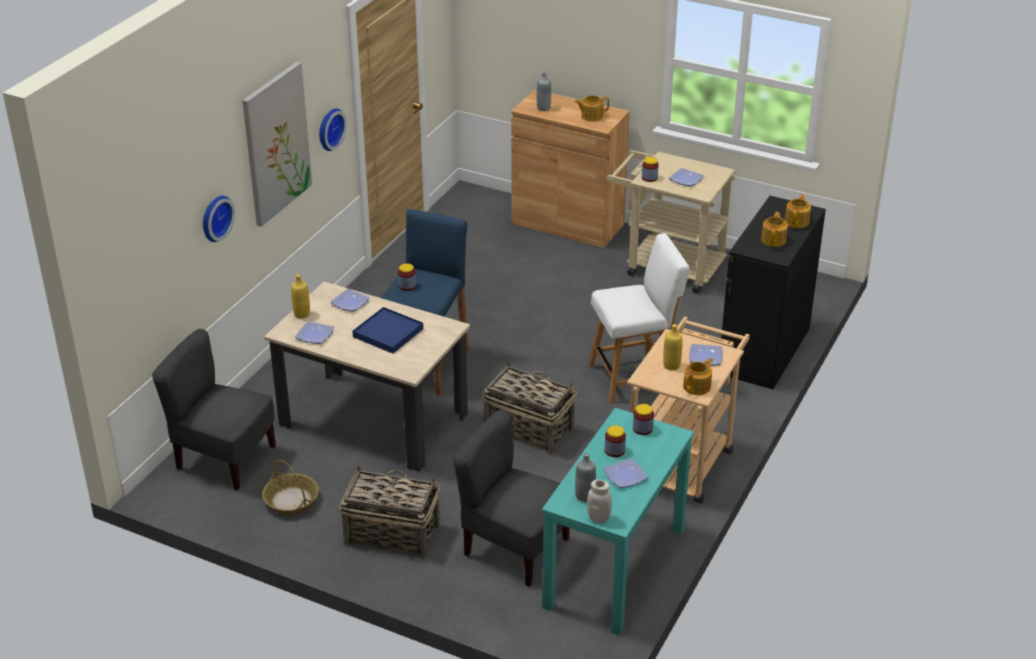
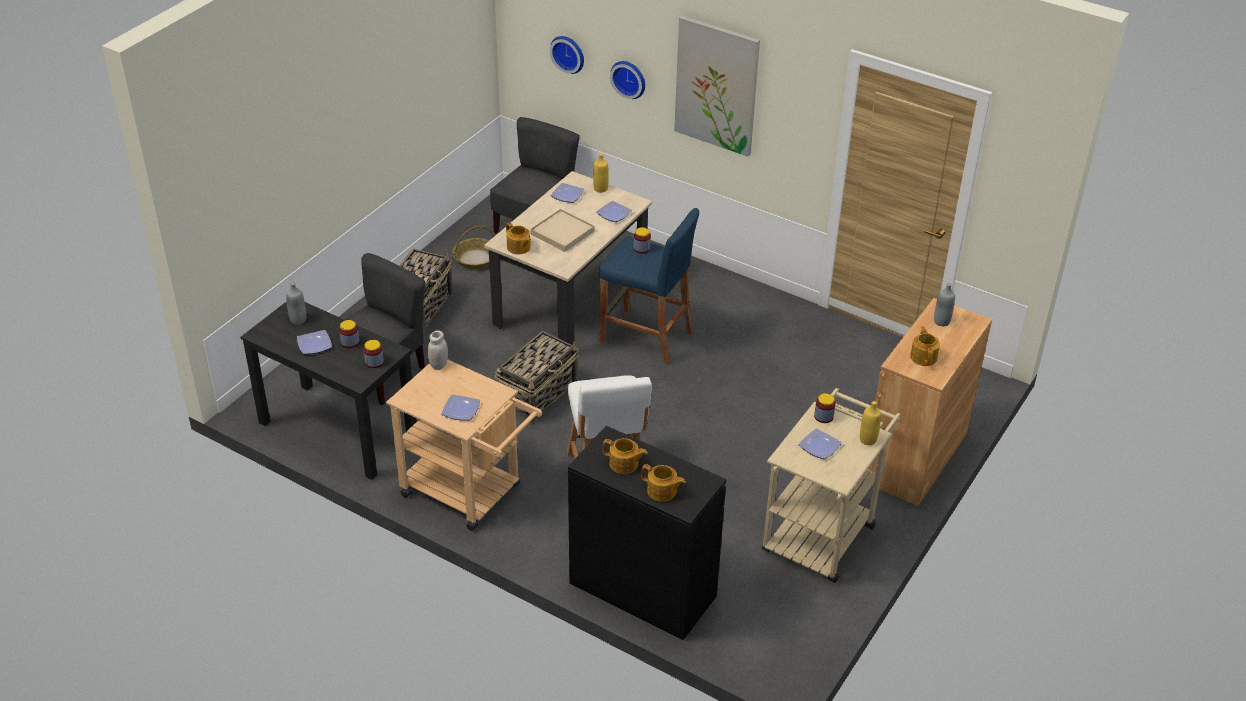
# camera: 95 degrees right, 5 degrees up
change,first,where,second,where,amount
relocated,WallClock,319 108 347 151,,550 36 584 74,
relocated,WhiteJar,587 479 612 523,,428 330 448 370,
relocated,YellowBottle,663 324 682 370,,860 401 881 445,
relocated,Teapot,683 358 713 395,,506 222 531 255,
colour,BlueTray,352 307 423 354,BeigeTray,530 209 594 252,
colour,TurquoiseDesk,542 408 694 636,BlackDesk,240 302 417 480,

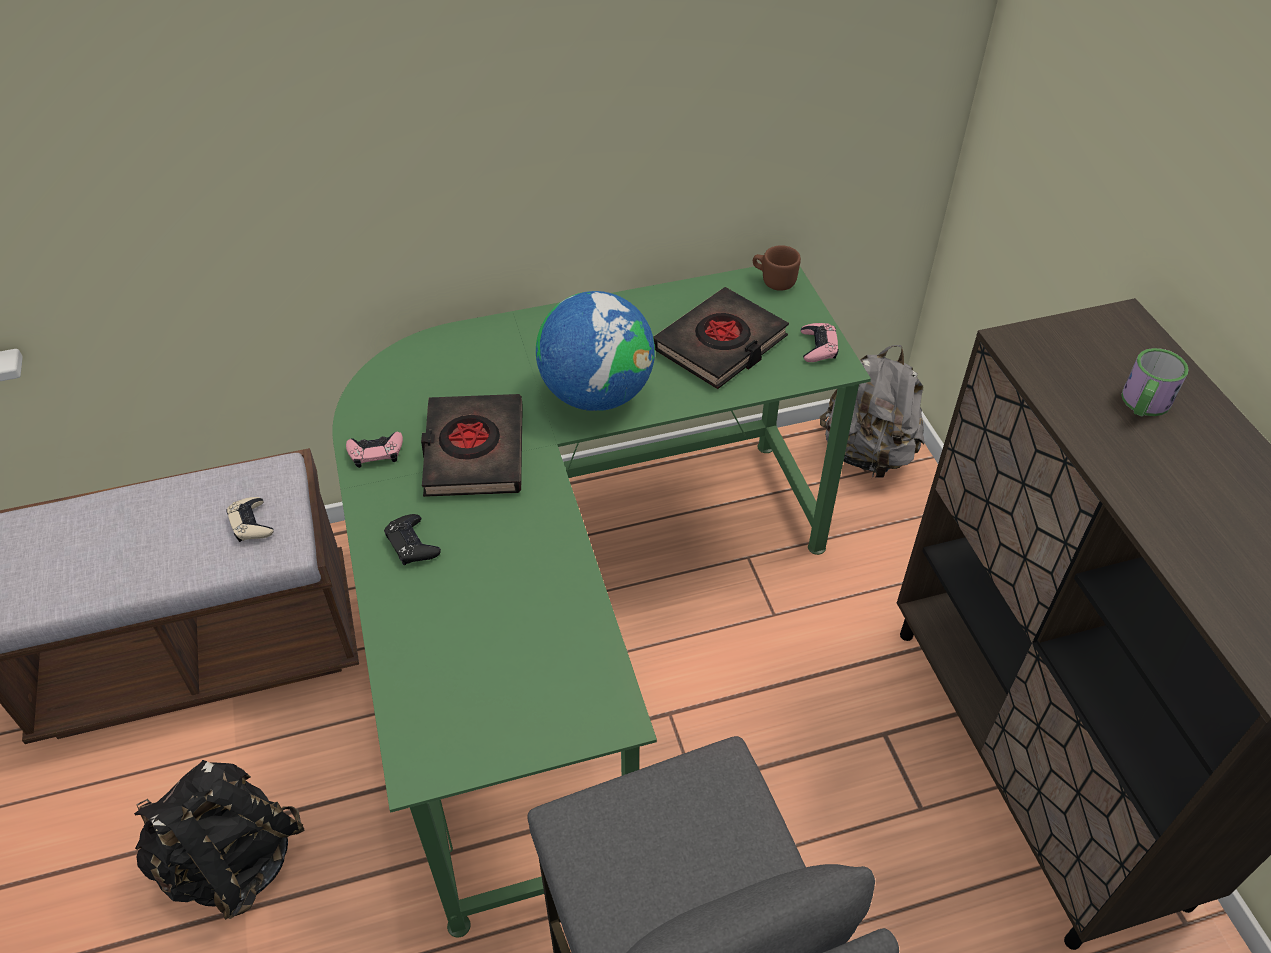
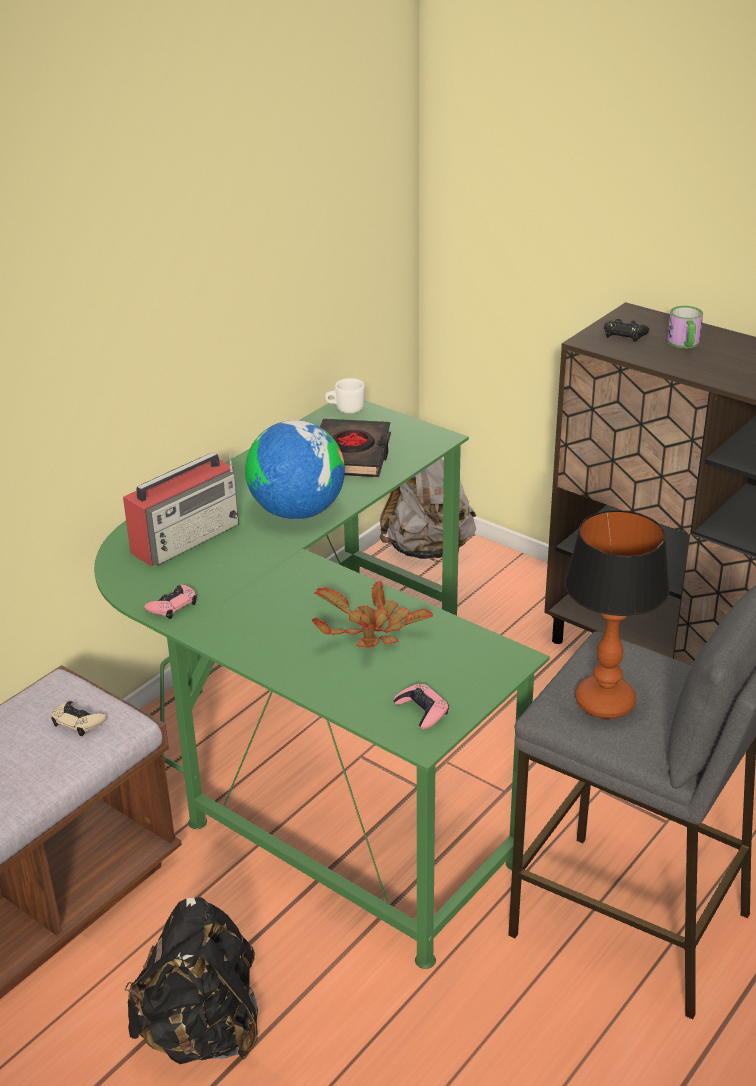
# camera: 35 degrees left, 15 degrees down
change,first,where,second,where,amount
missing,BlackBook,421 394 523 497,,,
appeared,,,Radio,123 452 239 566,
appeared,,,PottedPlant,312 581 433 648,
appeared,,,TableLamp,564 510 670 719,
relocated,BlackGameController,384 514 441 565,,604 318 649 342,
relocated,PinkGameController,801 323 839 362,,394 684 449 729,
colour,BrownMug,753 245 801 291,WhiteMug,325 378 365 414,

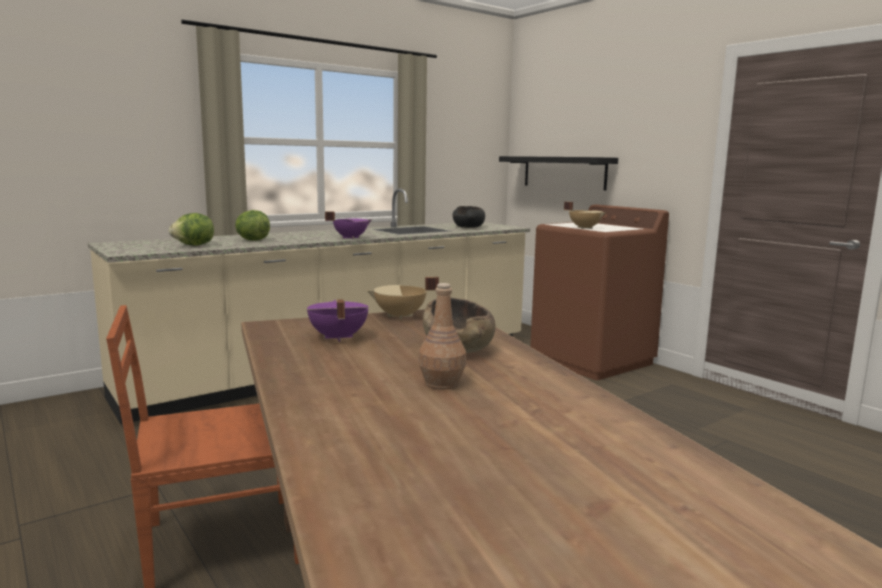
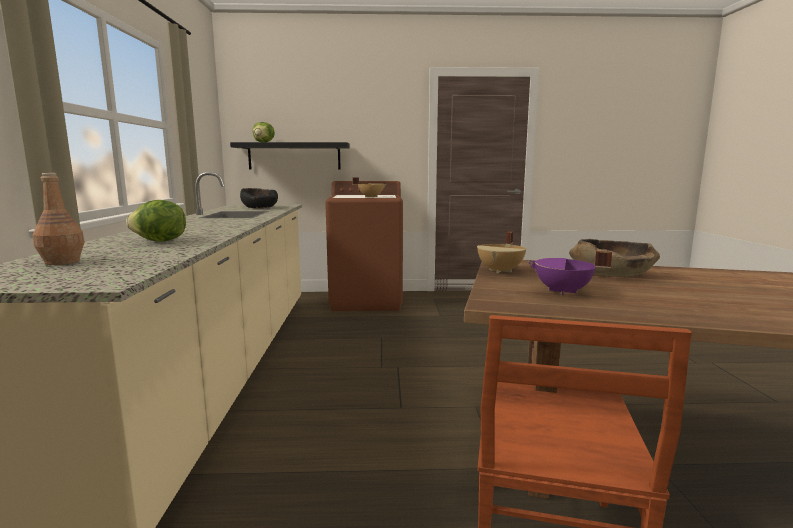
# camera: 55 degrees left, 0 degrees up
change,first,where,second,where,amount
missing,PurpleCookingPot,325 211 372 239,,,
relocated,Lettuce,169 213 214 246,,253 122 275 142,
relocated,BrownBottle,418 283 466 390,,33 173 85 265,

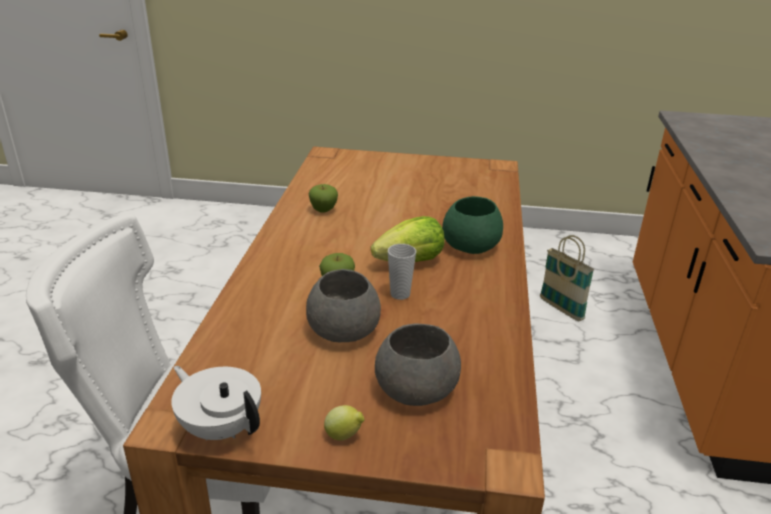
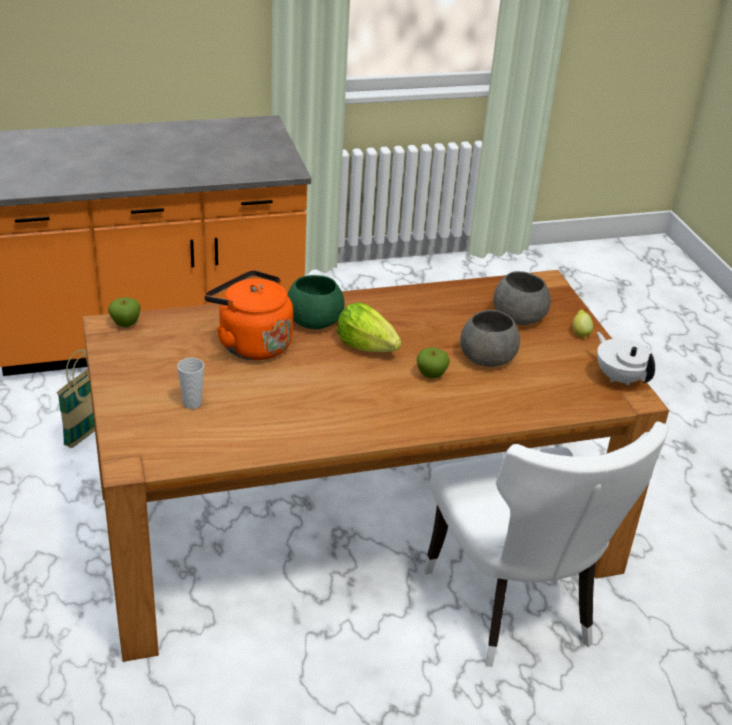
# camera: 115 degrees left, 5 degrees up
change,first,where,second,where,amount
appeared,,,OrangeKettle,204 270 293 360,
relocated,Apple,309 184 338 213,,108 297 141 327,
relocated,Cup,388 244 416 300,,177 358 204 409,
spun,WhiteTeapot,171 366 261 440,,597 332 655 386,135 degrees clockwise

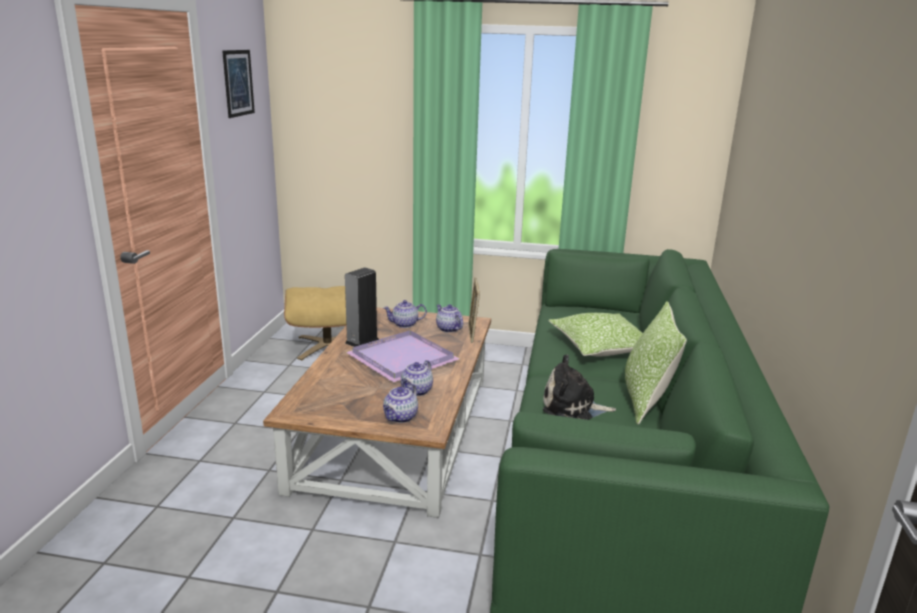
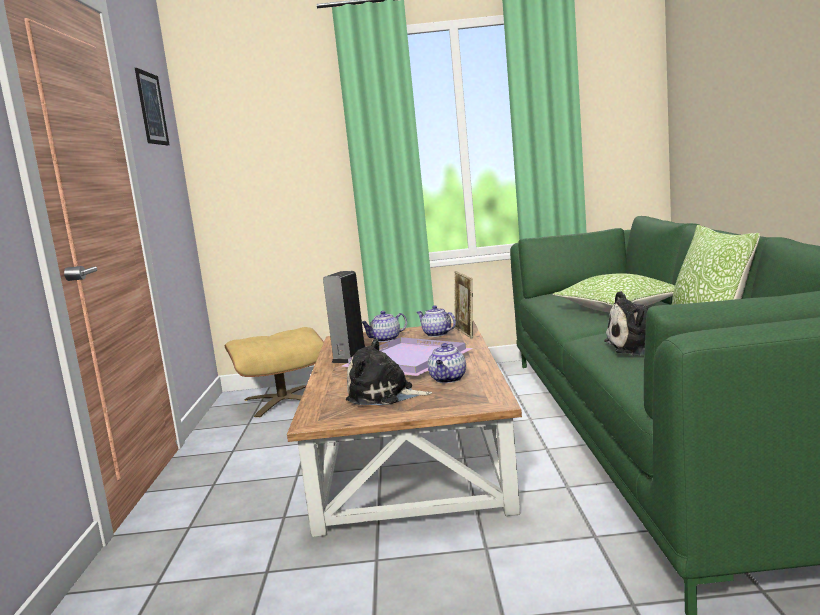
# camera: 10 degrees left, 10 degrees down
change,first,where,second,where,amount
missing,Teapot,383 384 418 423,,,
appeared,,,PlushToy,346 338 432 405,

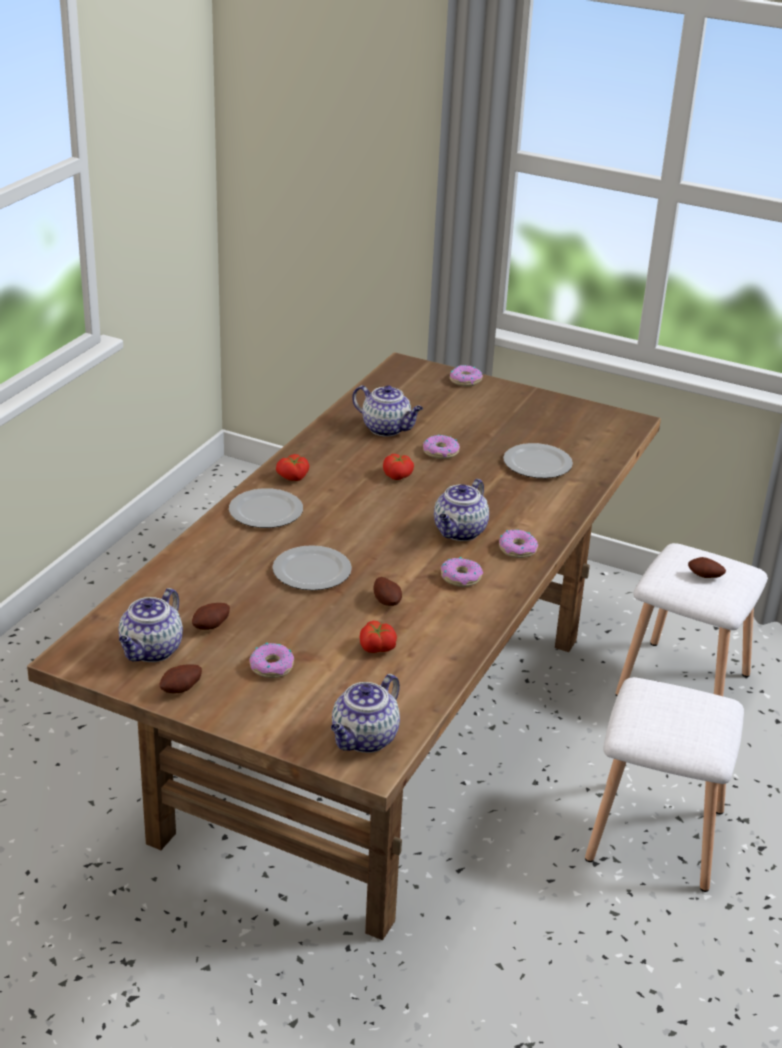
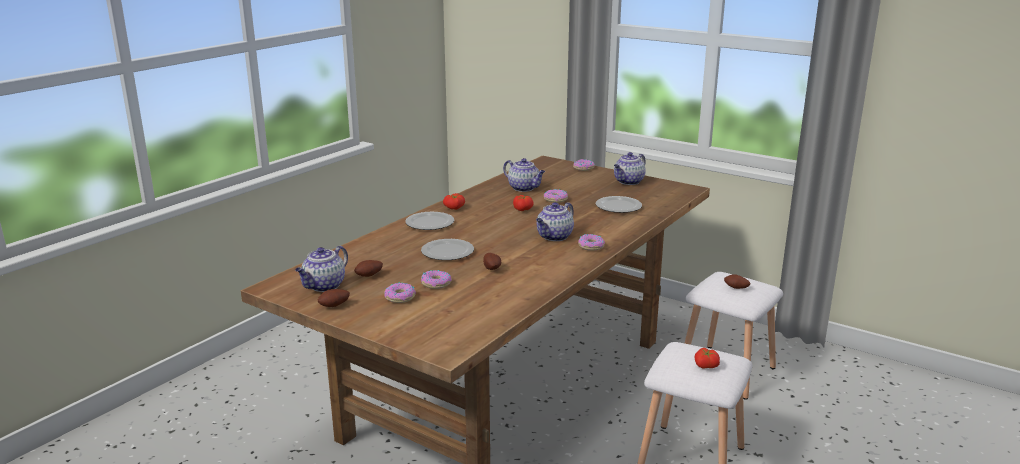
# camera: 10 degrees right, 10 degrees down
change,first,where,second,where,amount
relocated,Teapot,331 674 400 753,,614 152 646 185,
relocated,Tomato,360 621 397 653,,695 348 720 368,
relocated,Donut,441 557 483 587,,421 270 452 289,

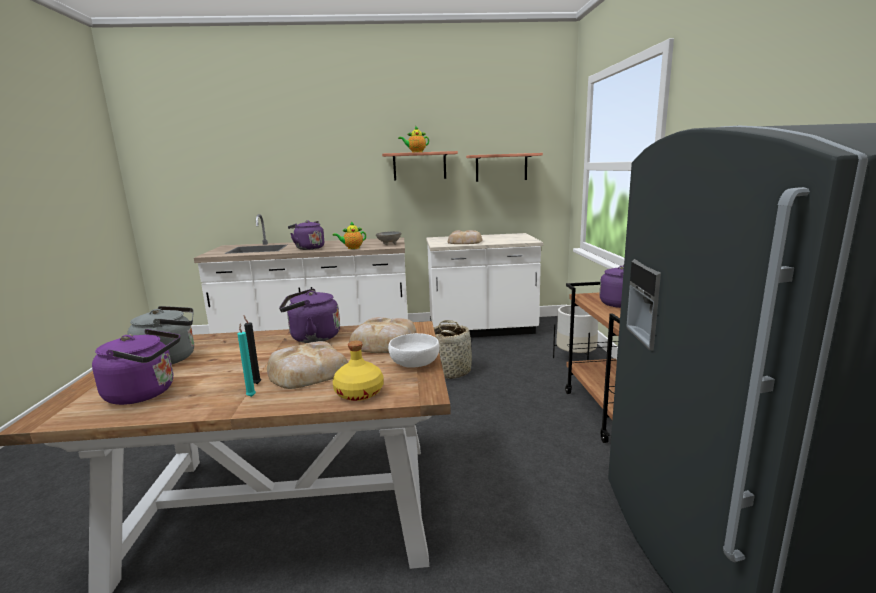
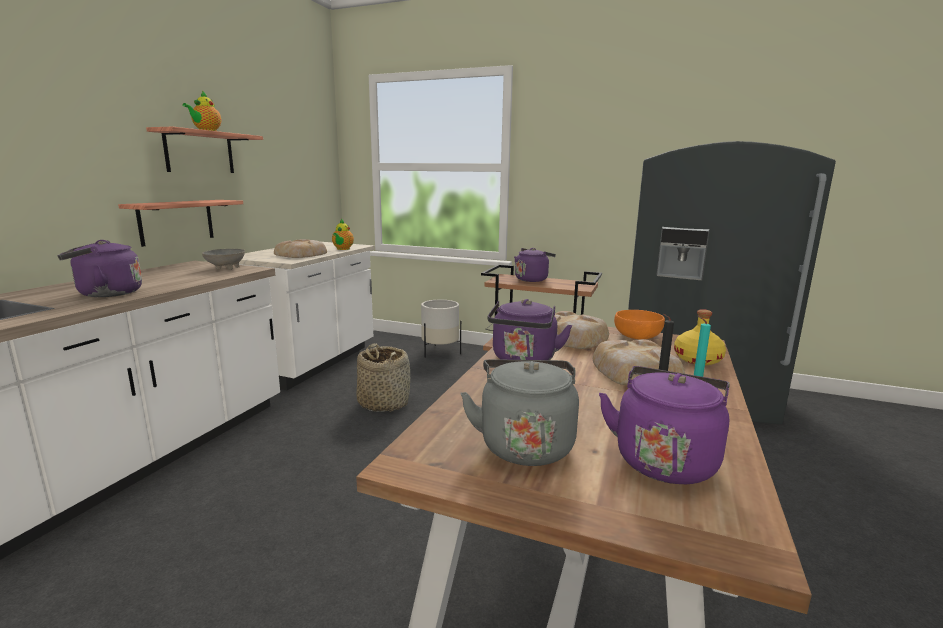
# camera: 65 degrees left, 0 degrees up
change,first,where,second,where,amount
relocated,Teapot,333 221 366 249,,332 219 354 250,
relocated,Shelf,466 153 543 182,,118 200 243 247,
colour,WhiteBowl,388 333 440 368,OrangeBowl,614 310 665 339,

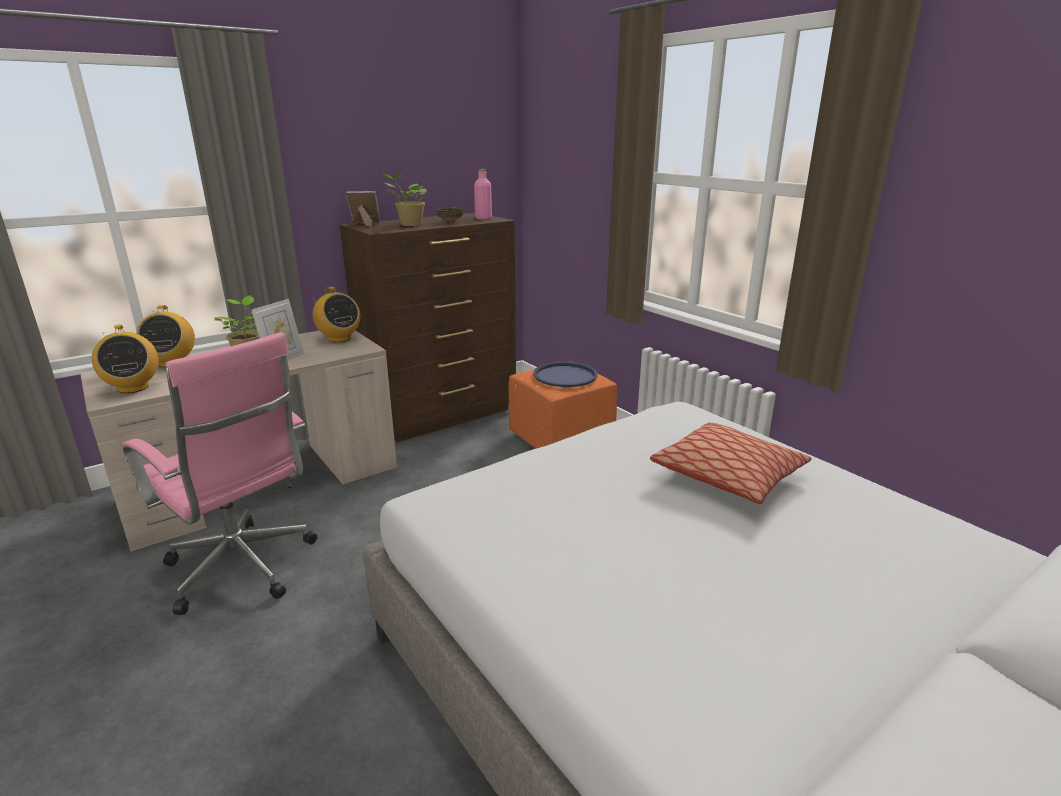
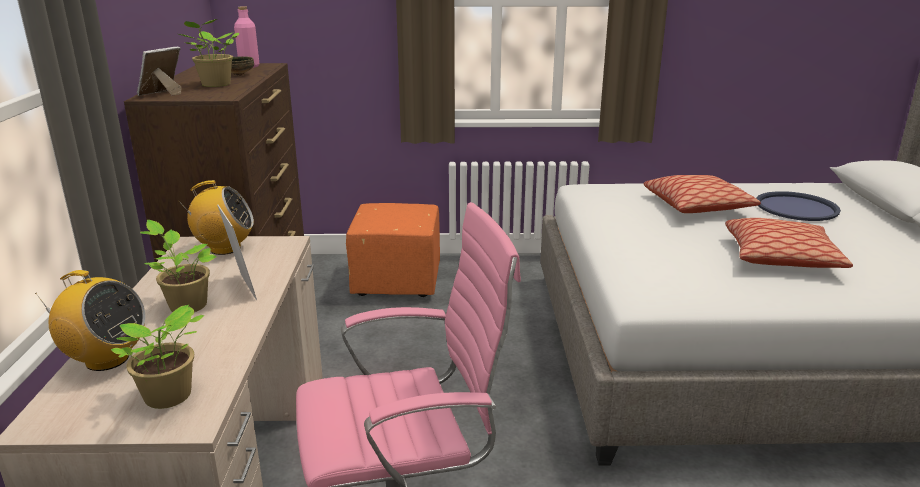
# camera: 55 degrees left, 0 degrees up
change,first,where,second,where,amount
appeared,,,Pillow,725 218 853 268,
relocated,BlueTray,533 362 598 387,,756 191 841 221,
exchanged,Radio,92 325 159 393,PottedPlant,111 304 205 409,

